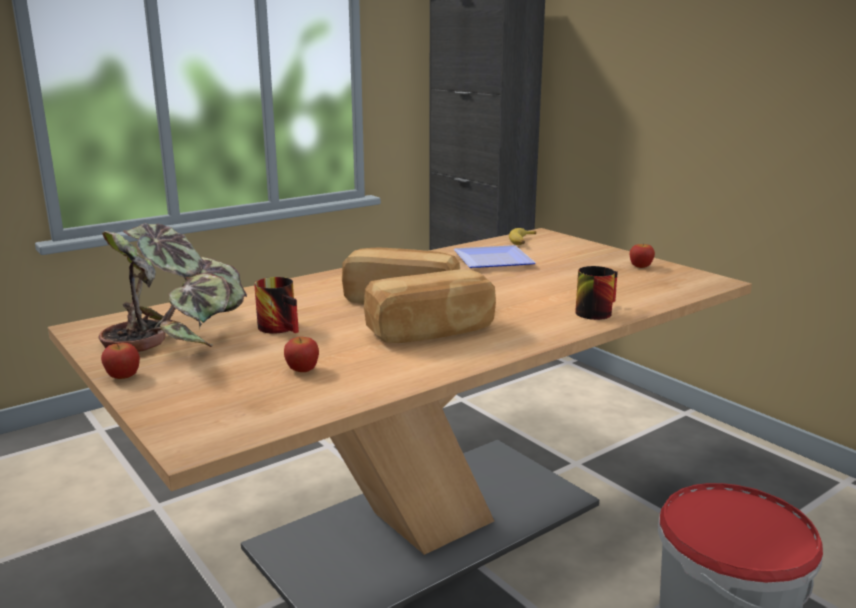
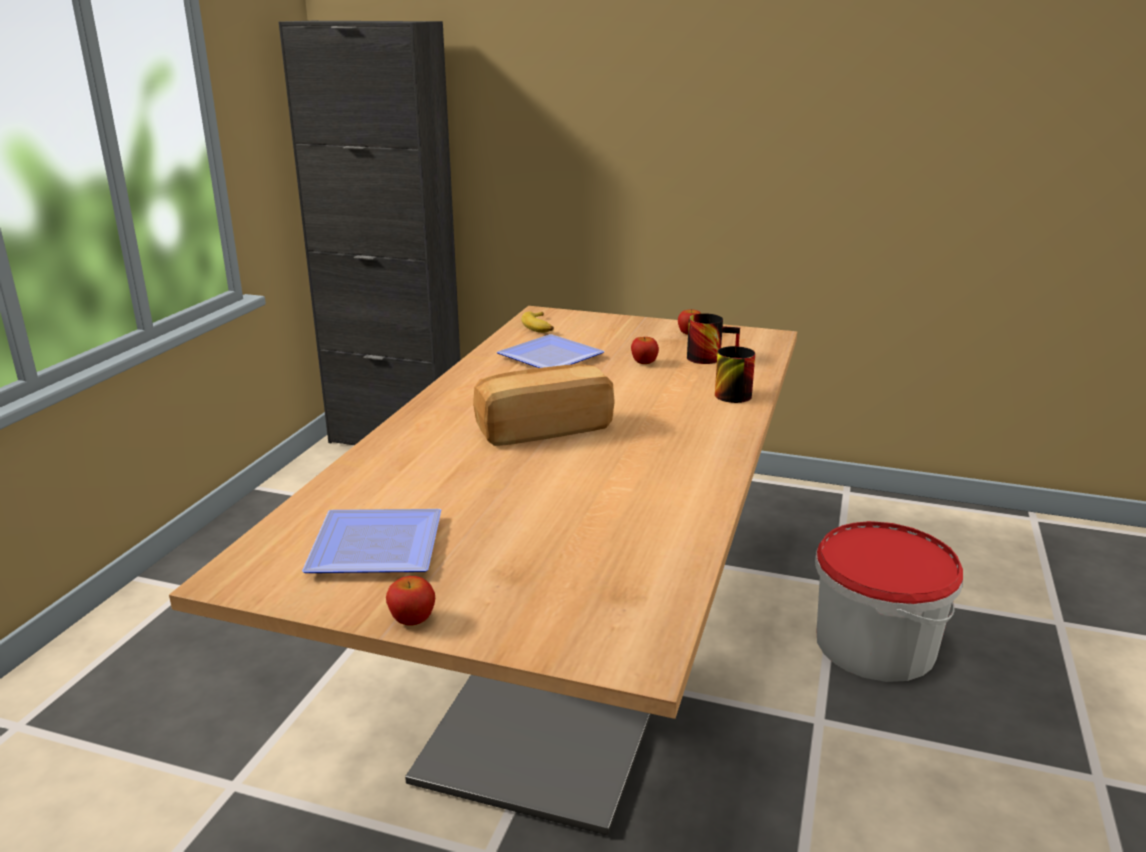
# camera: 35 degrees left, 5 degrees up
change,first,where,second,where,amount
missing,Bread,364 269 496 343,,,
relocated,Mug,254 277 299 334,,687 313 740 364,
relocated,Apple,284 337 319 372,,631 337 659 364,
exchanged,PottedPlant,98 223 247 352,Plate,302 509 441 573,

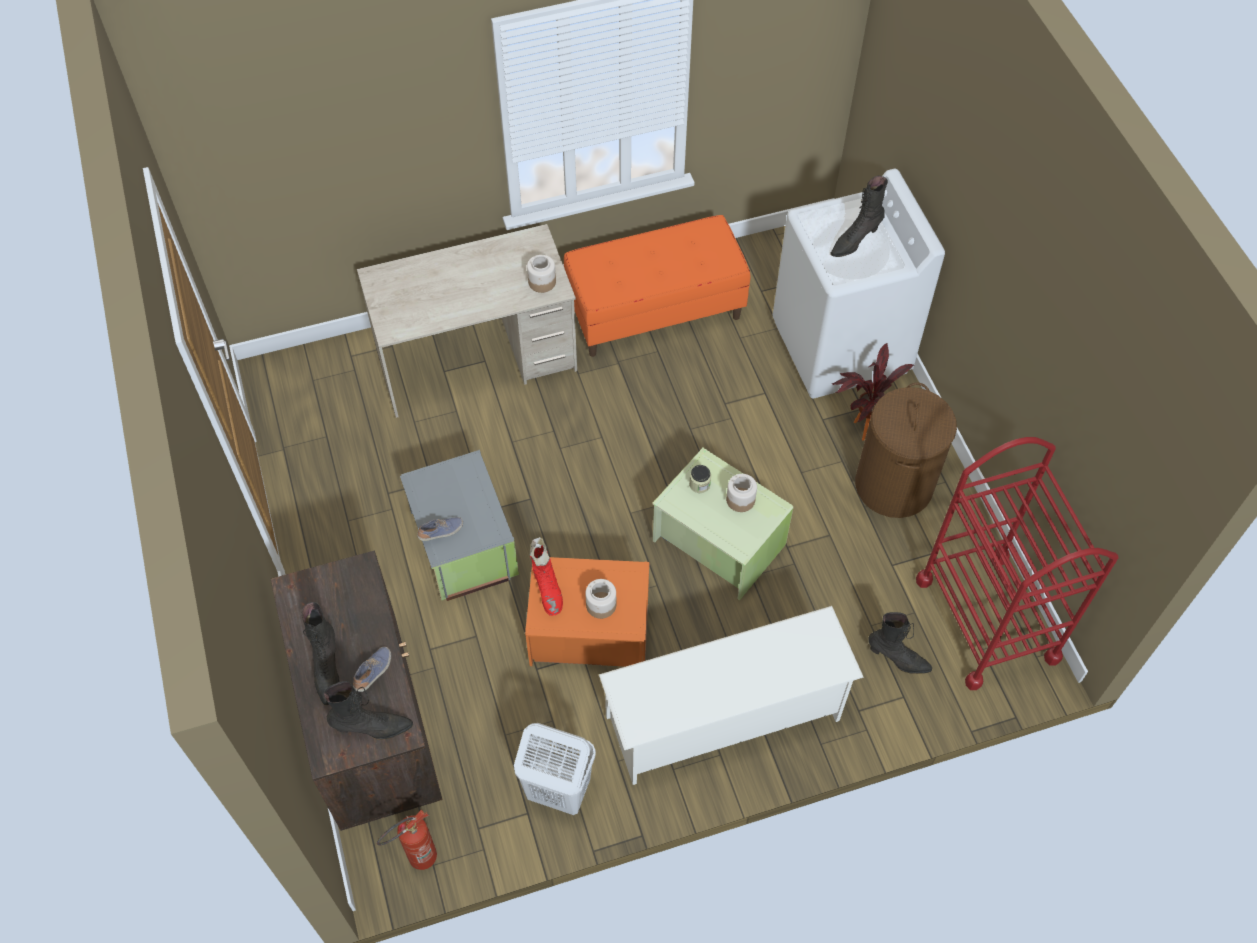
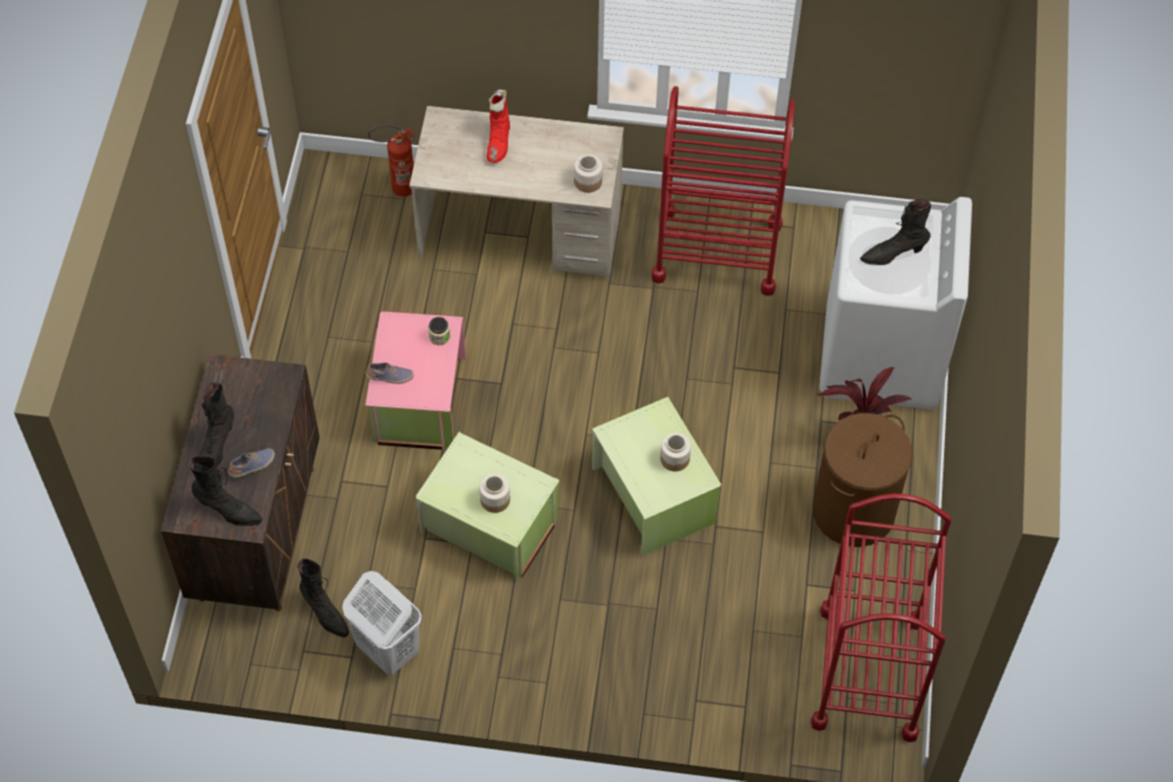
# camera: 25 degrees right, 0 degrees up
change,first,where,second,where,amount
missing,WhiteShoeRack,599 606 864 785,,,
relocated,FireExtinguisher,377 810 437 870,,368 125 415 197,
relocated,RedBoot,530 537 563 616,,487 89 510 163,
relocated,Jar,689 465 711 493,,428 317 450 345,
relocated,BlackBoot,868 612 932 674,,297 559 349 637,
exchanged,OrangeBench,564 215 750 357,RedCart,651 86 795 296,
colour,GreyStorageBox,400 450 519 601,PinkStorageBox,365 311 466 450,
colour,OrangeStorageBox,525 557 650 667,GreenStorageBox,416 432 560 581,

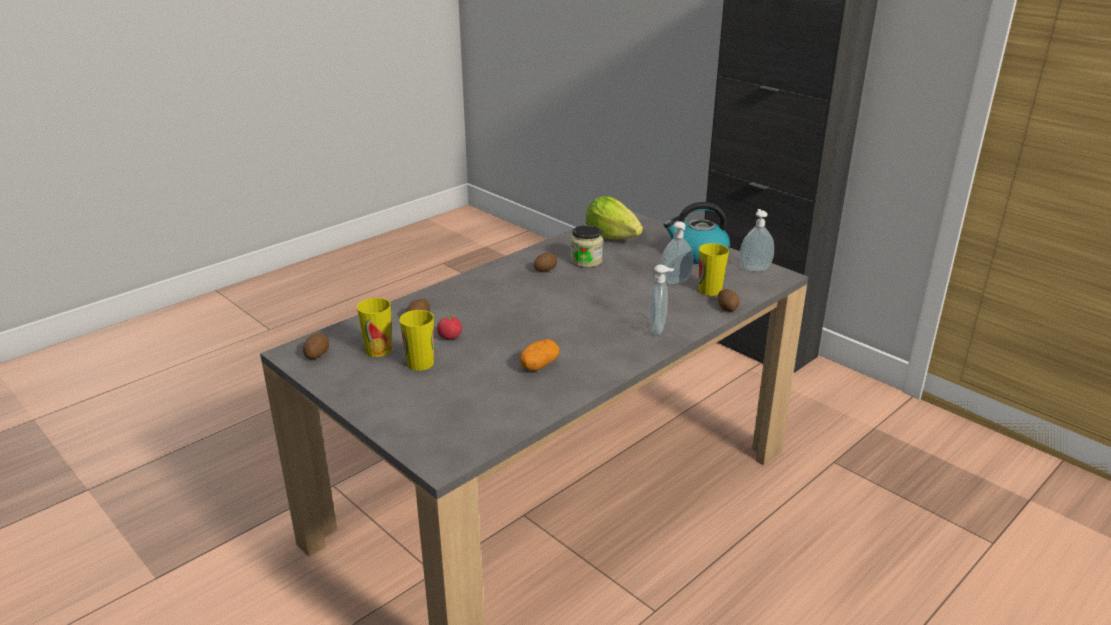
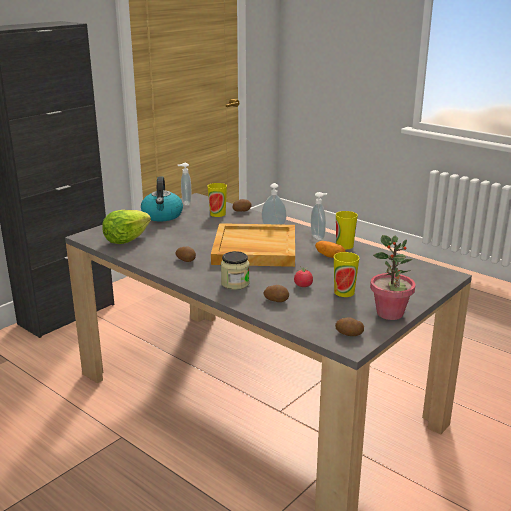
# camera: 95 degrees left, 5 degrees down
change,first,where,second,where,amount
appeared,,,BeigeTray,211 223 295 267,
appeared,,,PottedPlant,370 235 415 320,
relocated,Cup,357 298 392 357,,336 211 358 249,
relocated,Jar,571 225 603 268,,221 251 250 290,
relocated,SoapDispenser,660 221 693 284,,311 192 327 240,

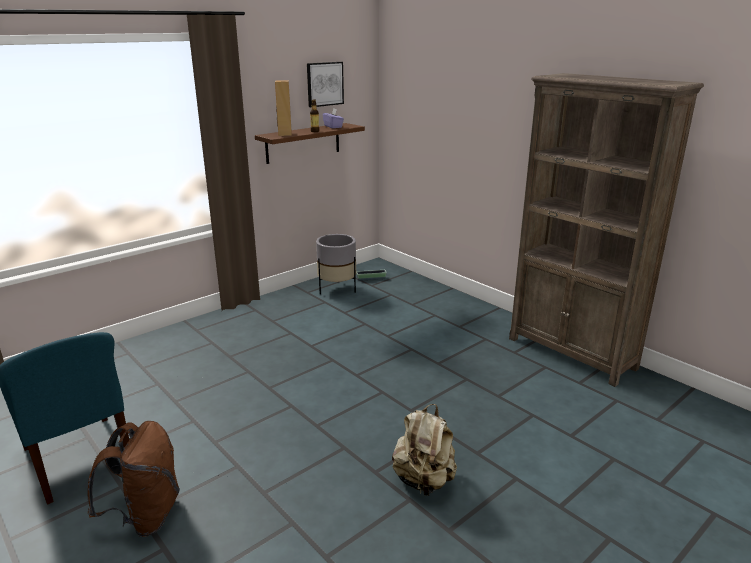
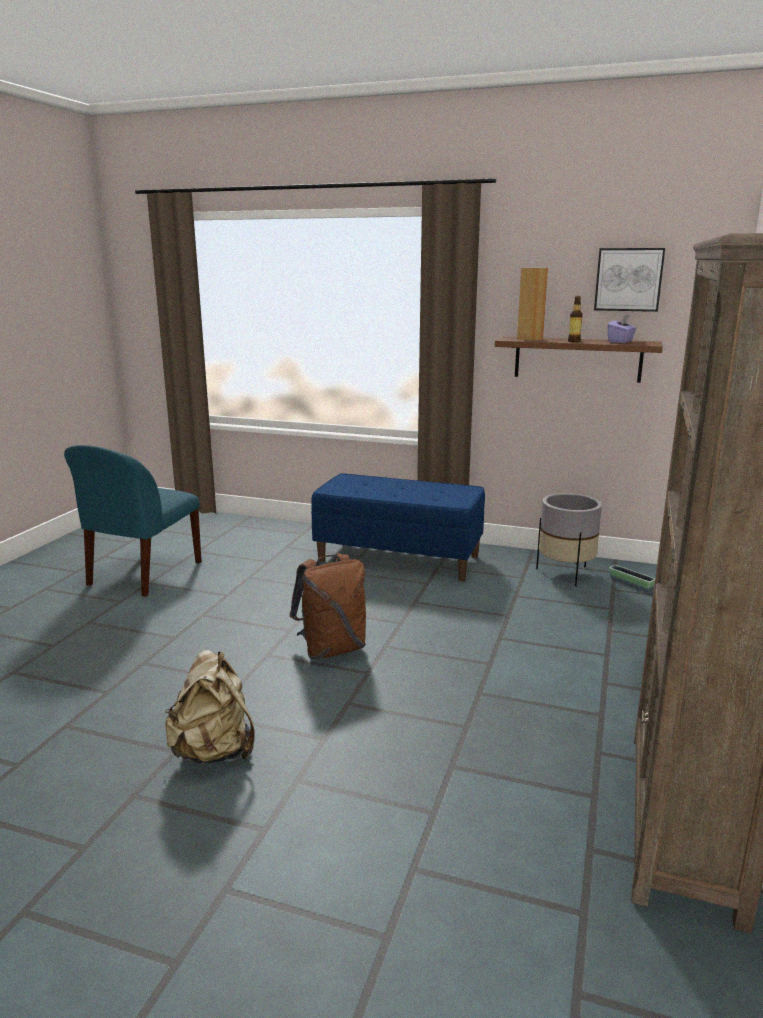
# camera: 60 degrees right, 5 degrees down
change,first,where,second,where,amount
appeared,,,BlueBench,311 473 485 581,
relocated,BrownBackpack,87 421 180 537,,290 553 366 660,

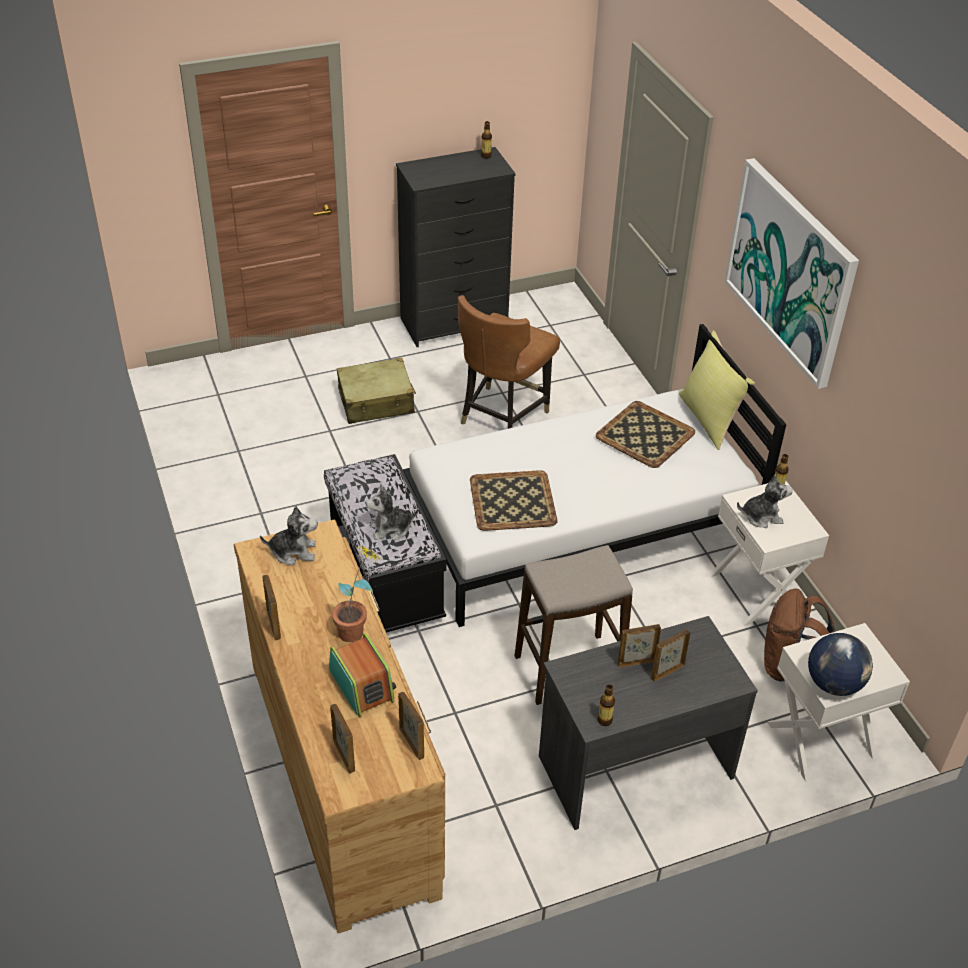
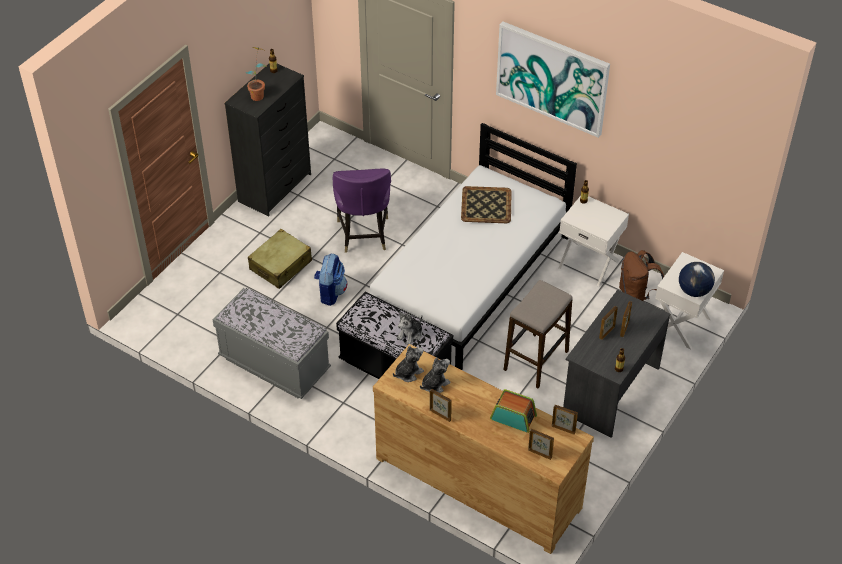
# camera: 35 degrees left, 5 degrees up
change,first,where,second,where,amount
missing,Tray,470 470 558 531,,,
missing,YellowPillow,679 330 755 450,,,
appeared,,,GreyBench,212 288 331 399,
appeared,,,Backpack,314 253 347 306,
relocated,PottedPlant,332 544 381 642,,245 47 267 101,
relocated,PlushToy,737 474 793 528,,420 357 451 393,
colour,BrownChair,458 295 560 429,PurpleChair,333 169 391 253,

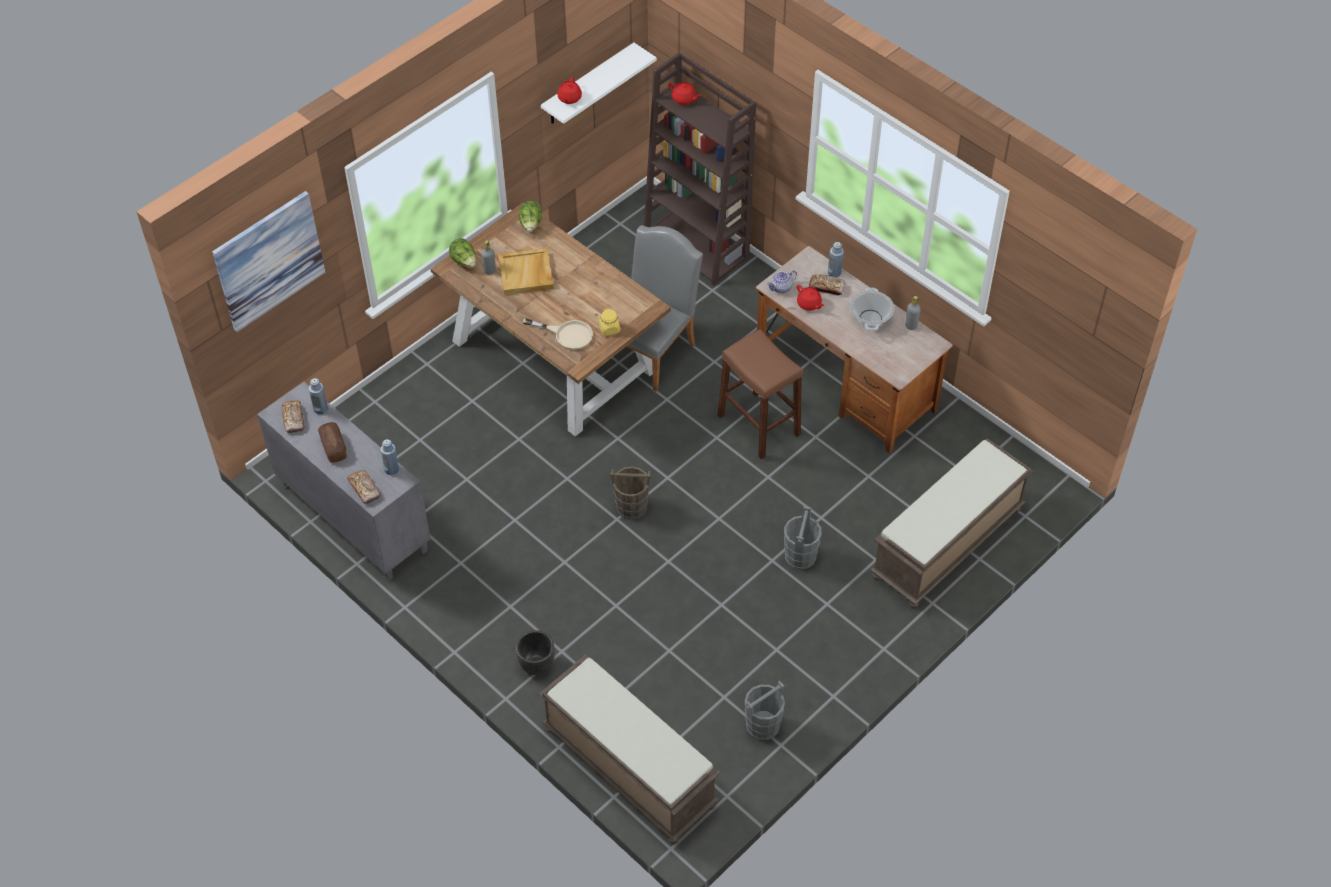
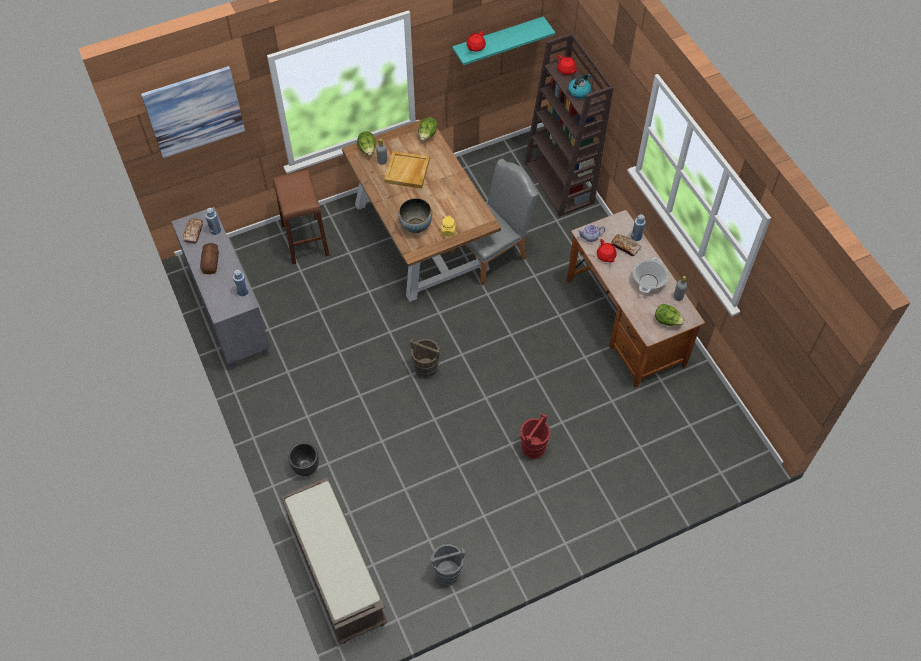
# camera: 20 degrees right, 5 degrees up
change,first,where,second,where,amount
missing,Bread,347 470 381 504,,,
missing,BrownBench,870 438 1033 608,,,
appeared,,,Kettle,568 74 591 99,
appeared,,,Lettuce,655 304 685 326,
relocated,BrownStool,717 329 803 459,,273 170 330 264,
exchanged,BeigeFryingPan,523 318 593 350,Bowl,398 198 432 233,
colour,WhiteShelf,541 42 657 124,TurquoiseShelf,452 16 555 65,
colour,GreyBucket,784 506 822 569,RedBucket,520 413 551 459,

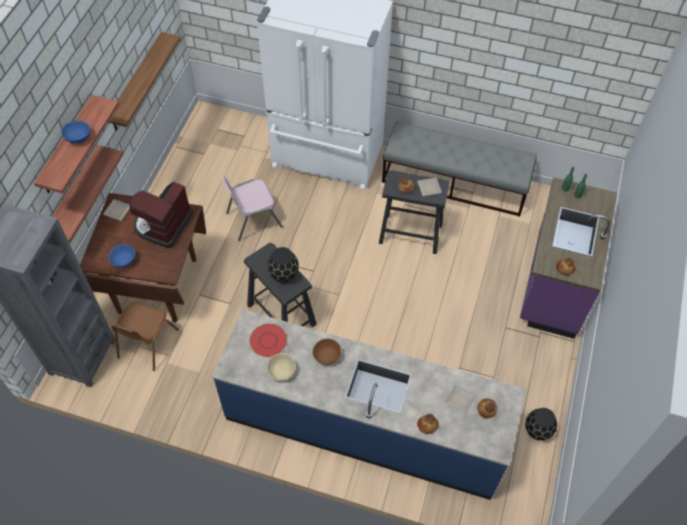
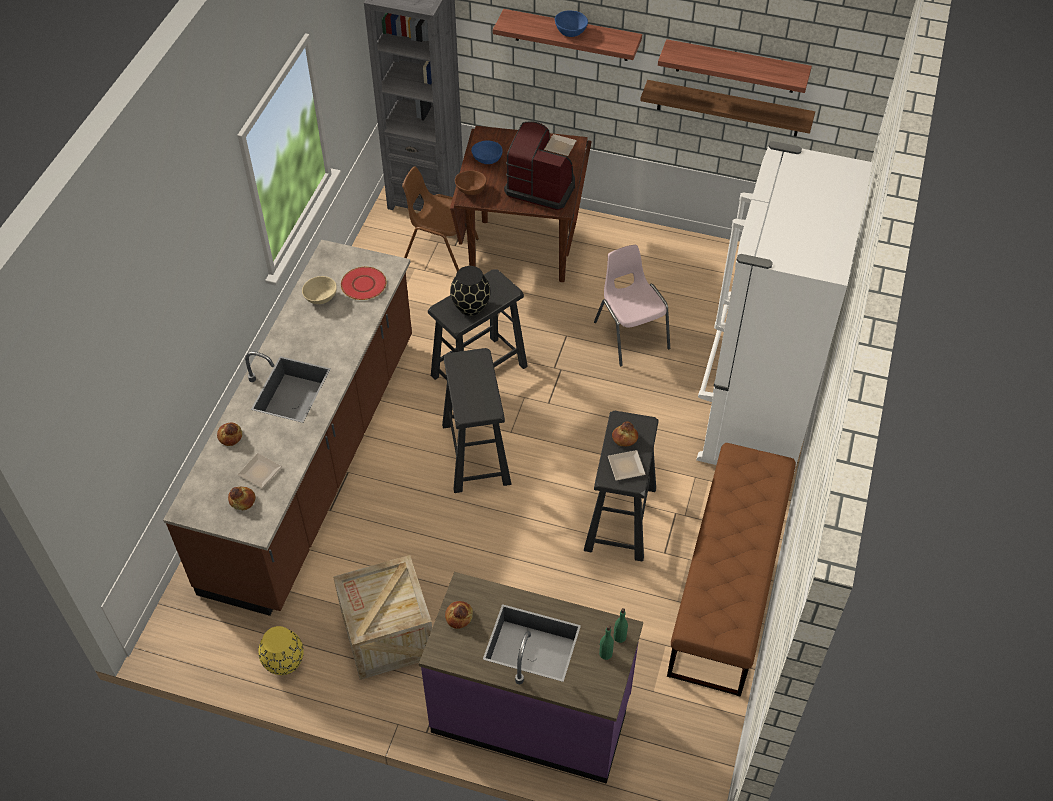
# camera: 90 degrees right, 5 degrees down
change,first,where,second,where,amount
appeared,,,Crate,333 555 432 680,
appeared,,,BlackStool,442 348 511 493,
relocated,Shelf,52 145 123 243,,658 39 812 93,
relocated,BrownBowl,313 338 341 365,,455 170 486 195,
colour,BlueCounter,212 309 526 500,BrownCounter,163 239 412 616,
colour,GreyBench,382 121 537 217,BrownBench,667 443 796 697,
colour,BlackVase,525 408 557 441,YellowVase,258 626 304 675,

